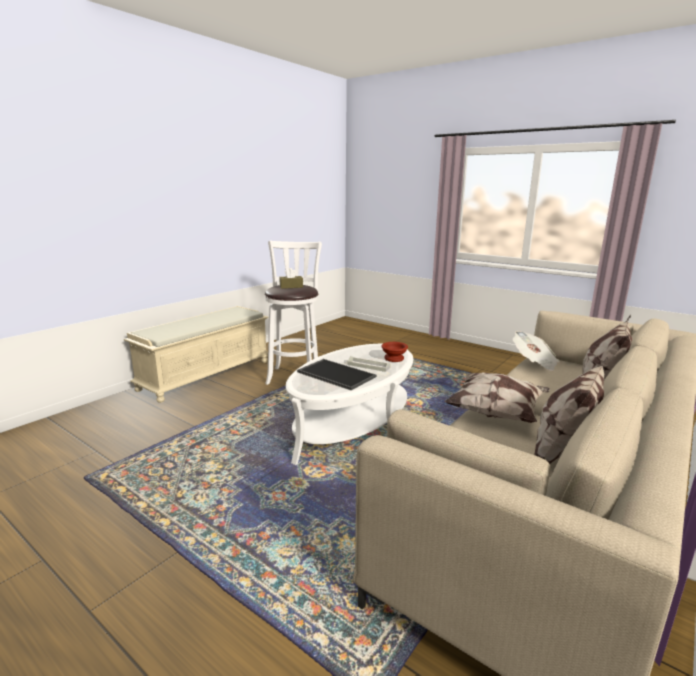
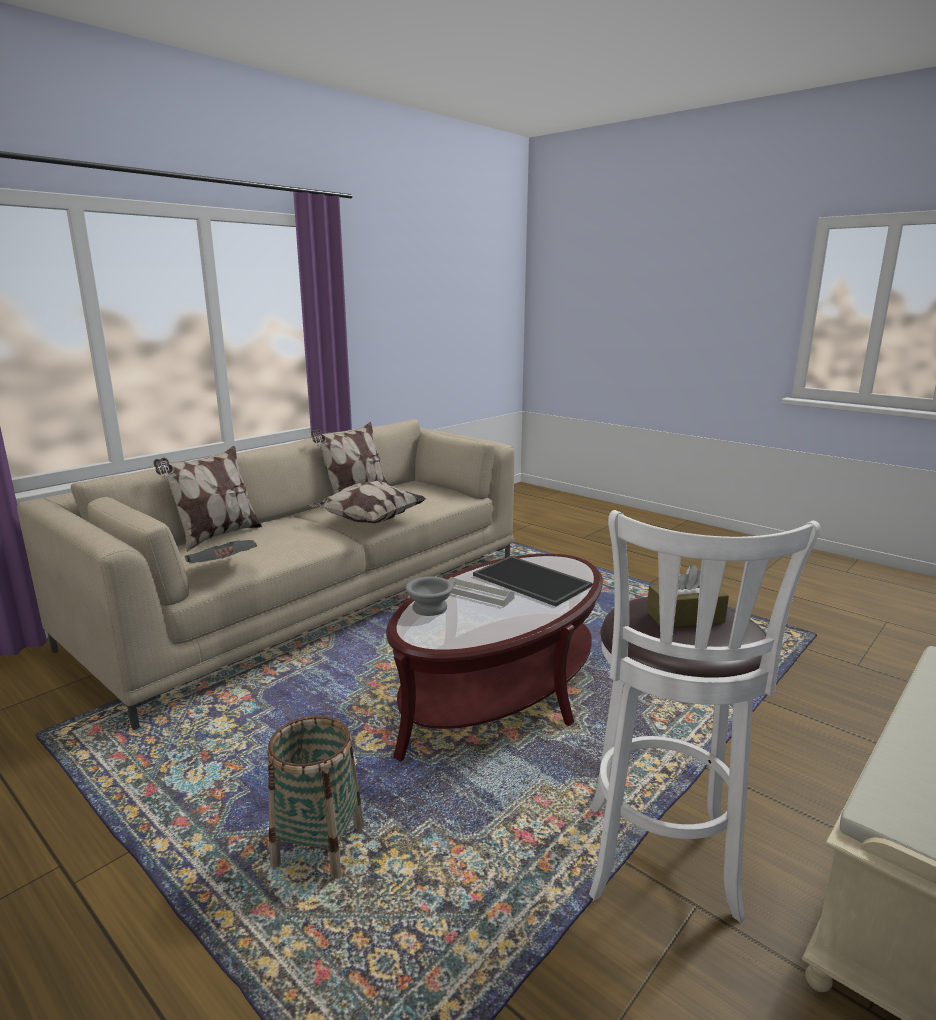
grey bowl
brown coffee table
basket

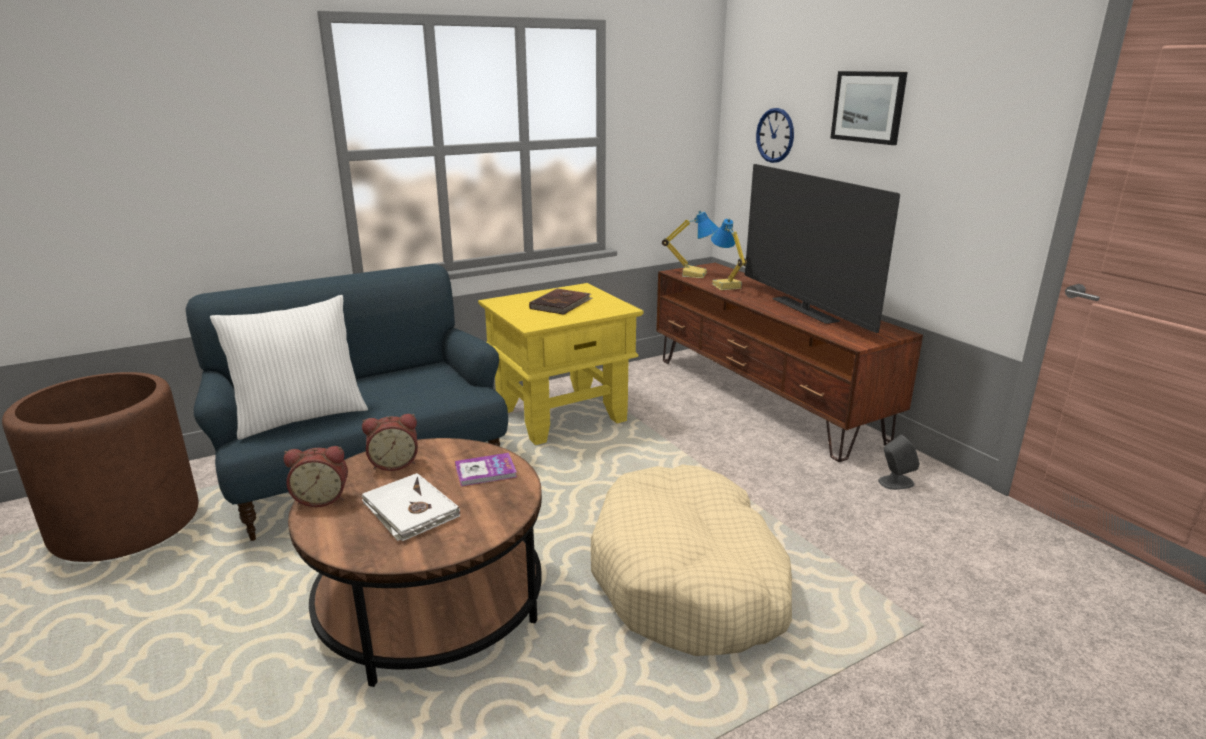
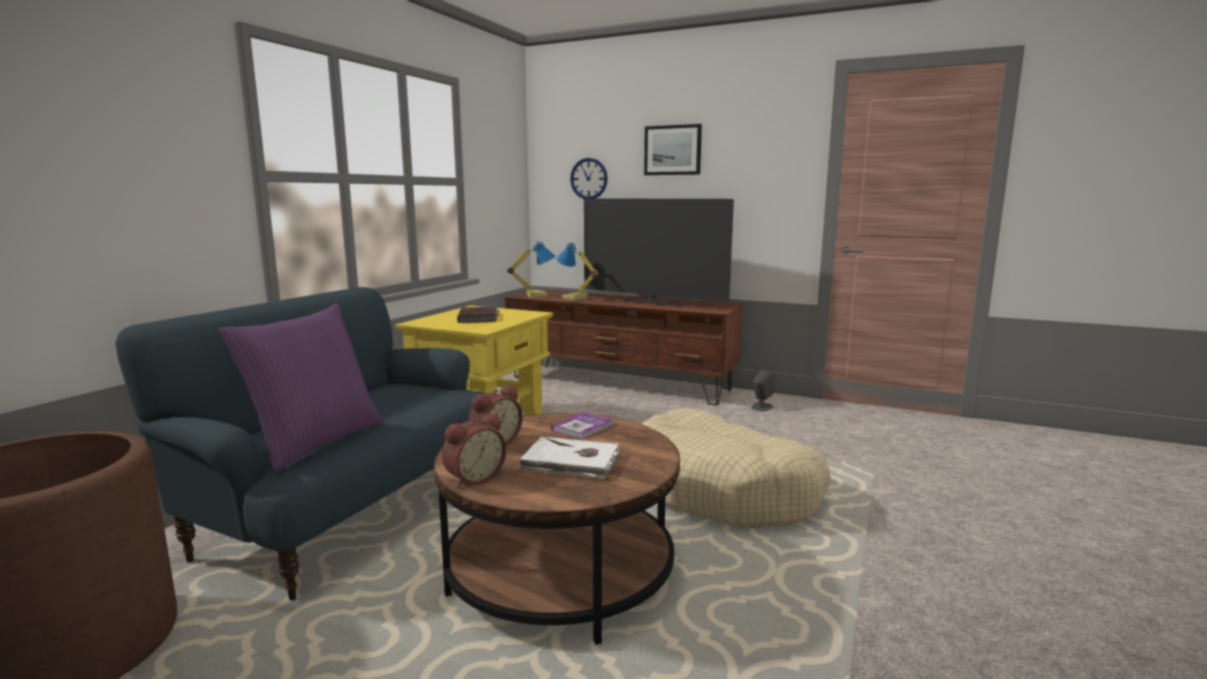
purple pillow

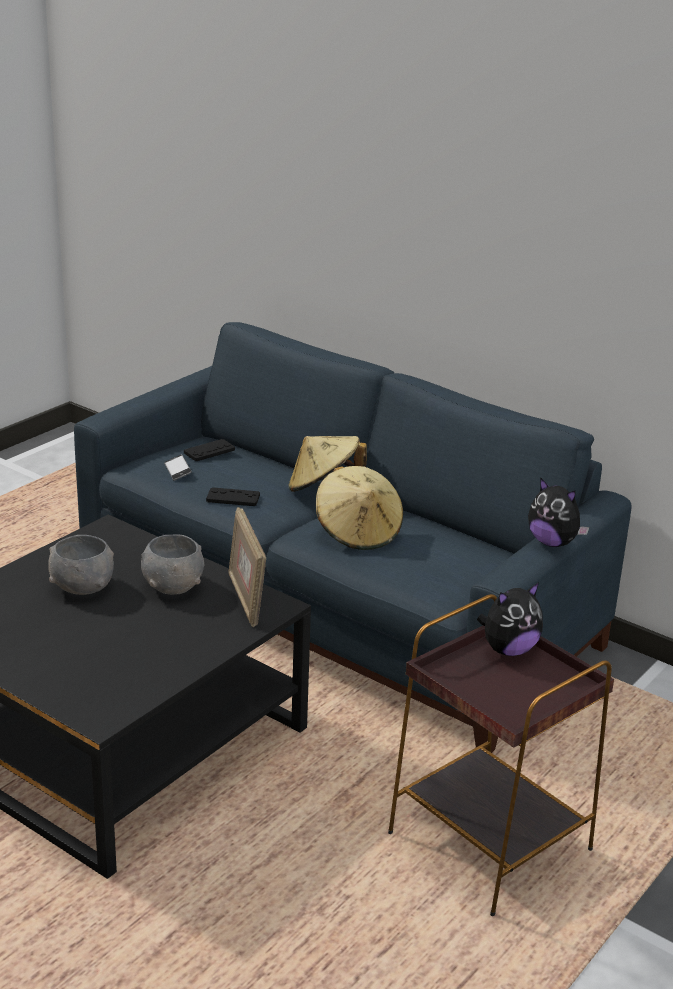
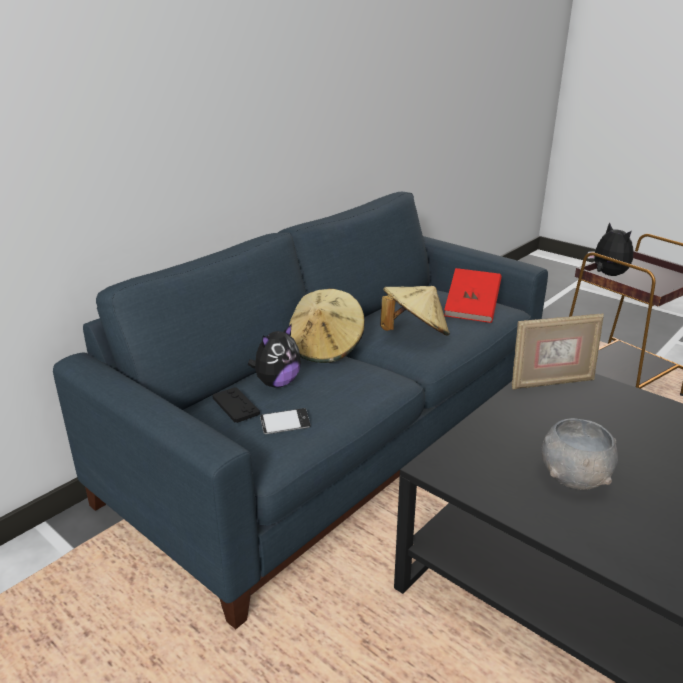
plush toy (no. 1 from left)
black game controller (no. 2 from left in the first image)
grey bowl (no. 2 from left in the first image)
red book

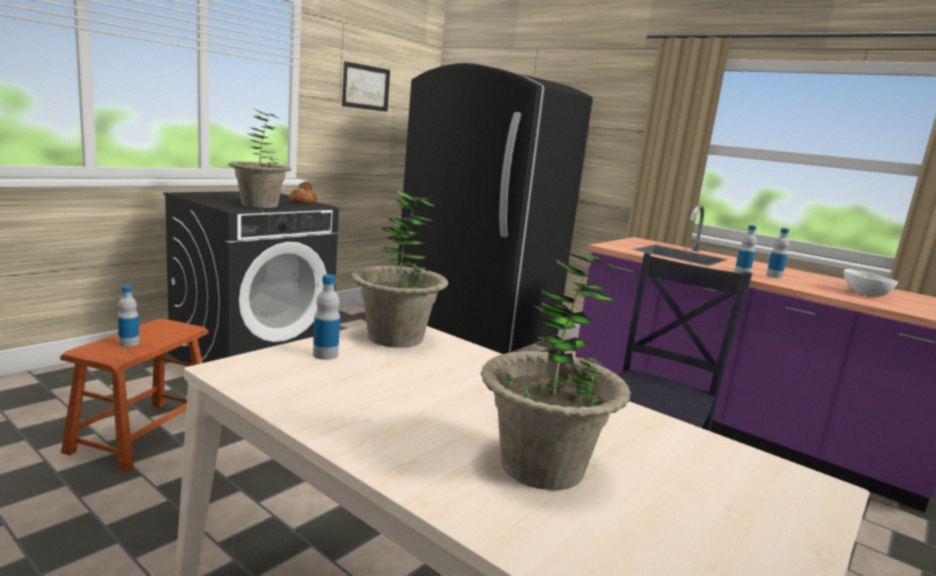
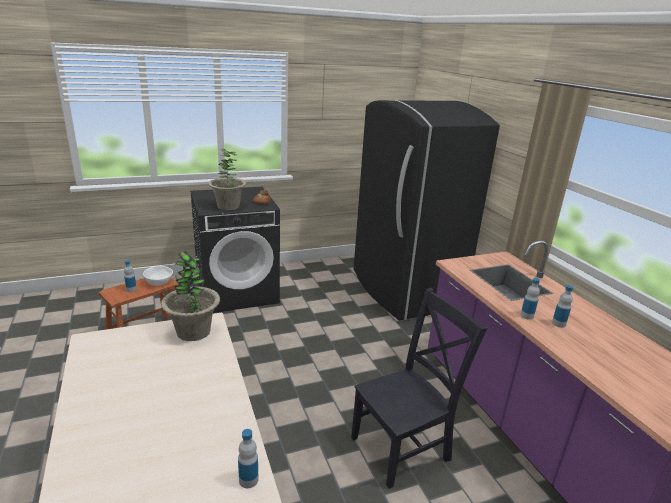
picture
potted plant (no. 3 from left in the first image)
white bowl
bottle (no. 2 from left)

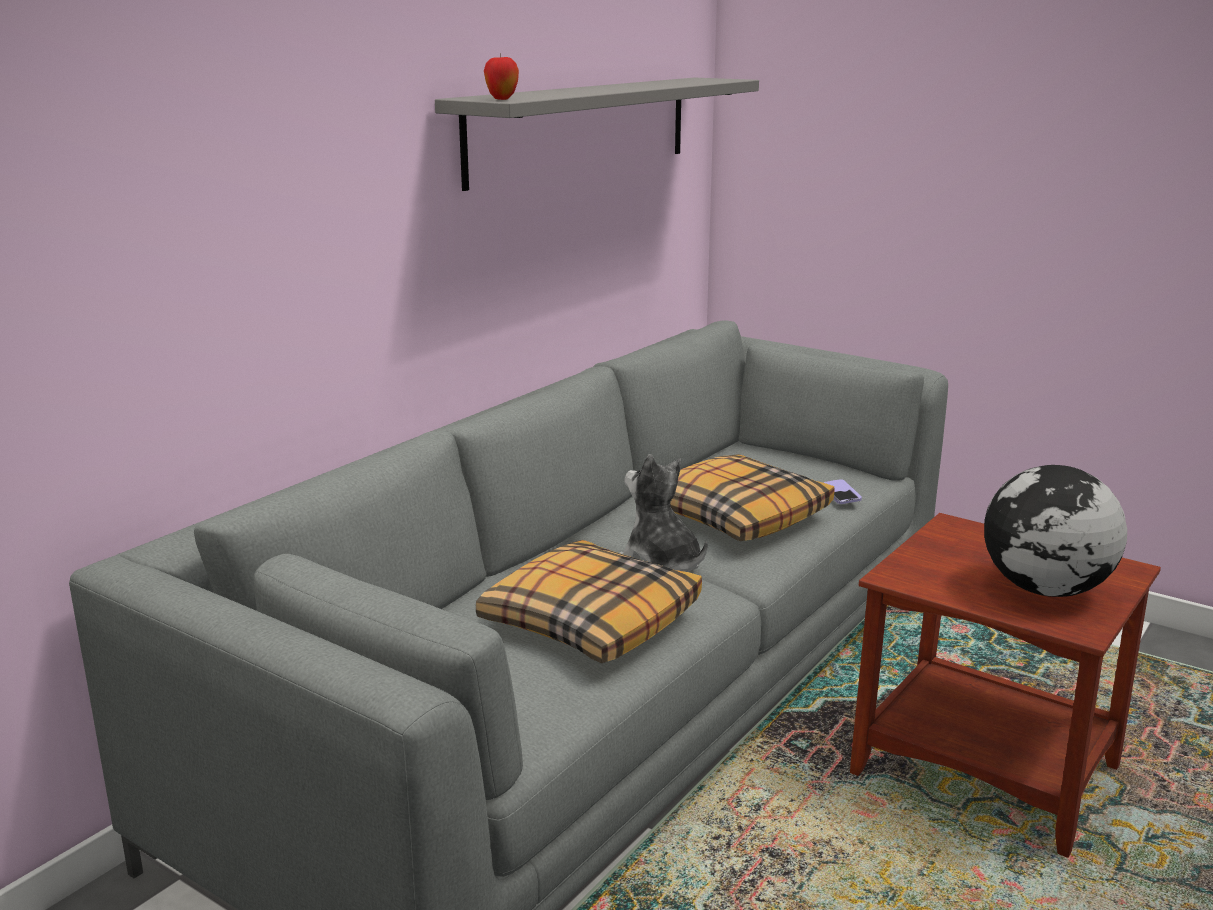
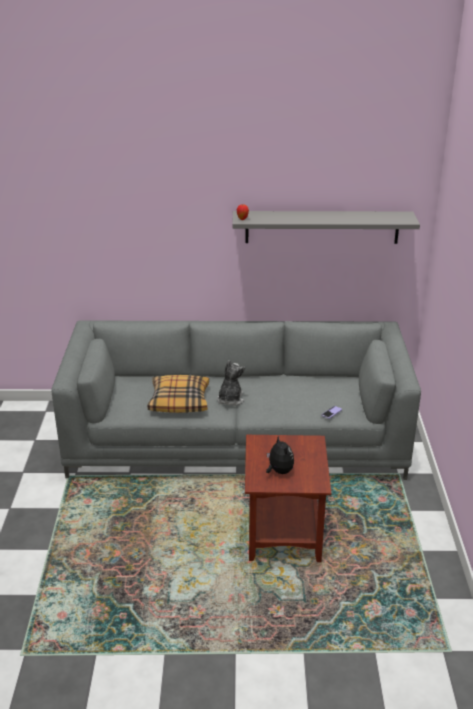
pillow (no. 2 from left in the first image)
plush toy (no. 2 from left)

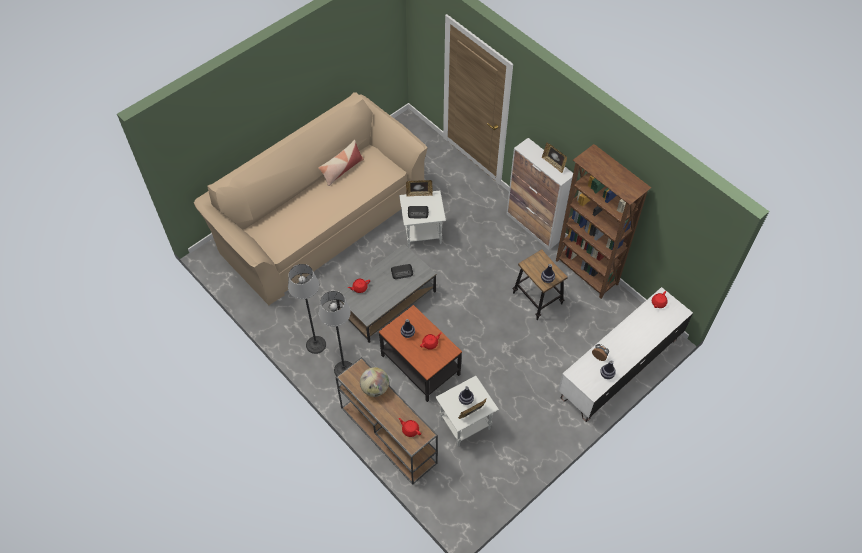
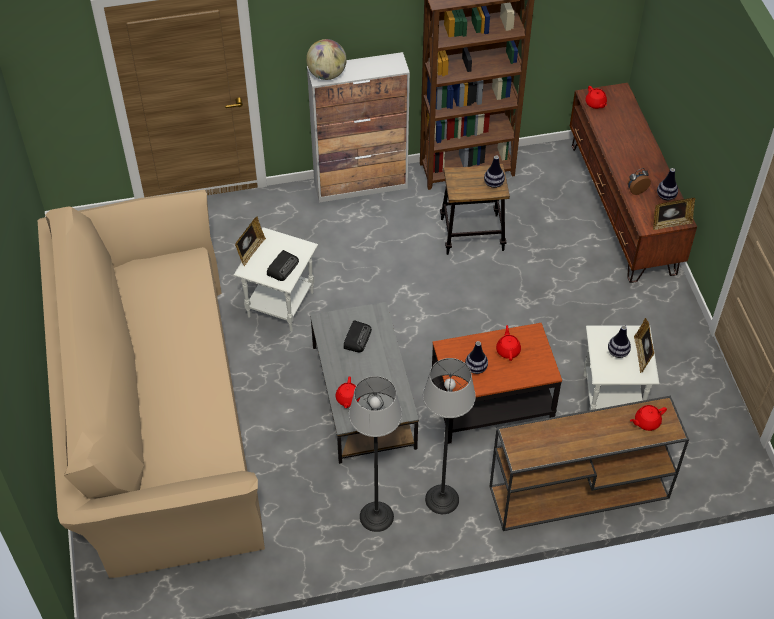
pillow
picture frame (no. 3 from left)
brown tv stand
globe

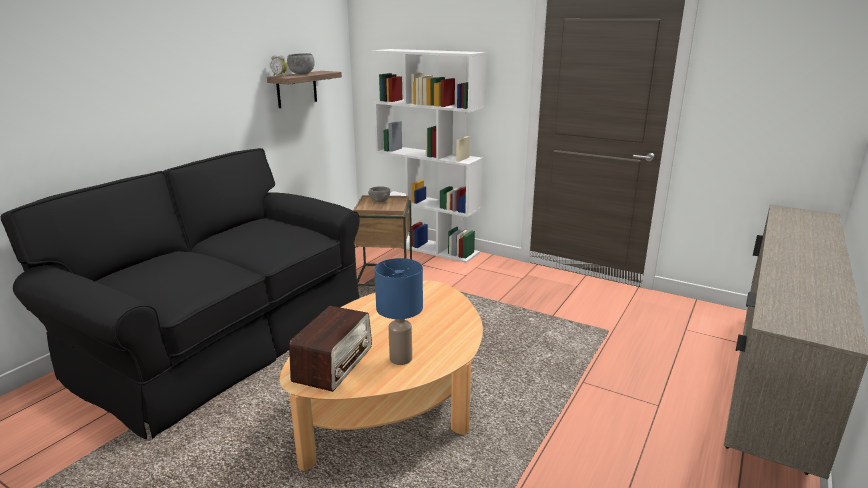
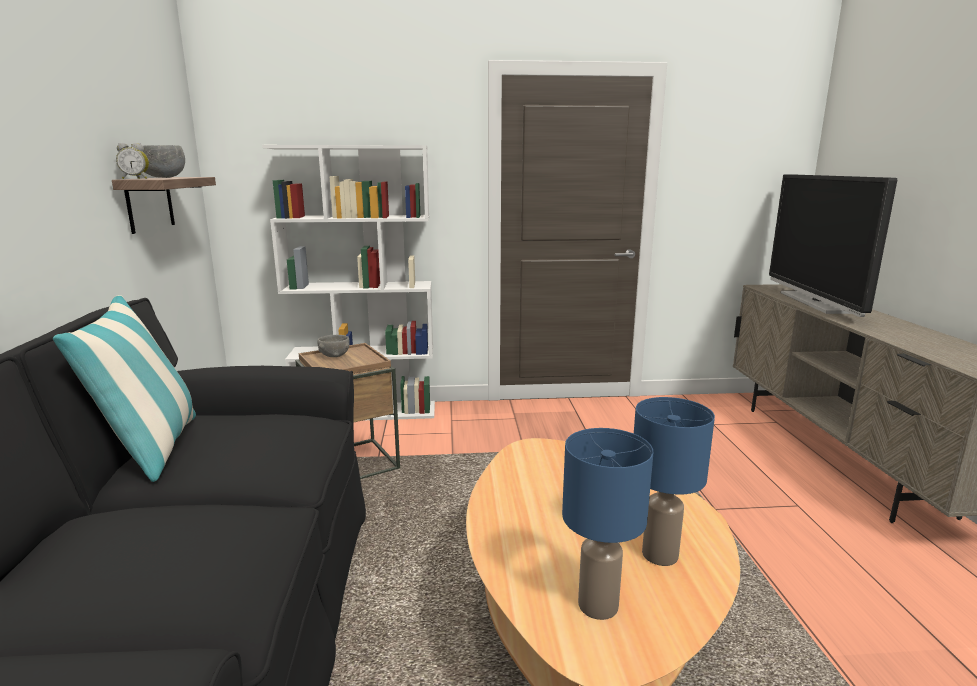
blue table lamp (no. 1 from left)
television
pillow

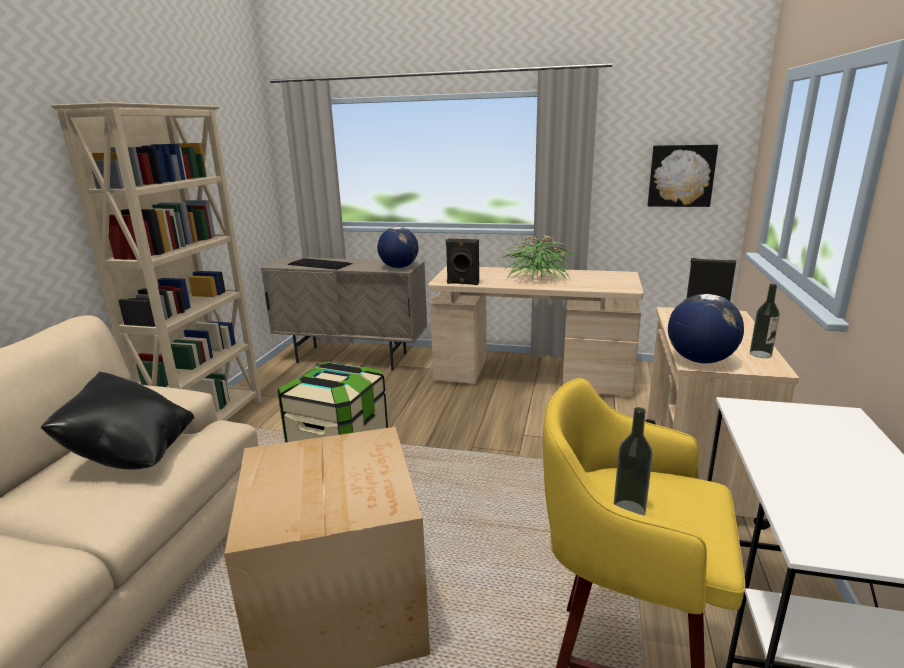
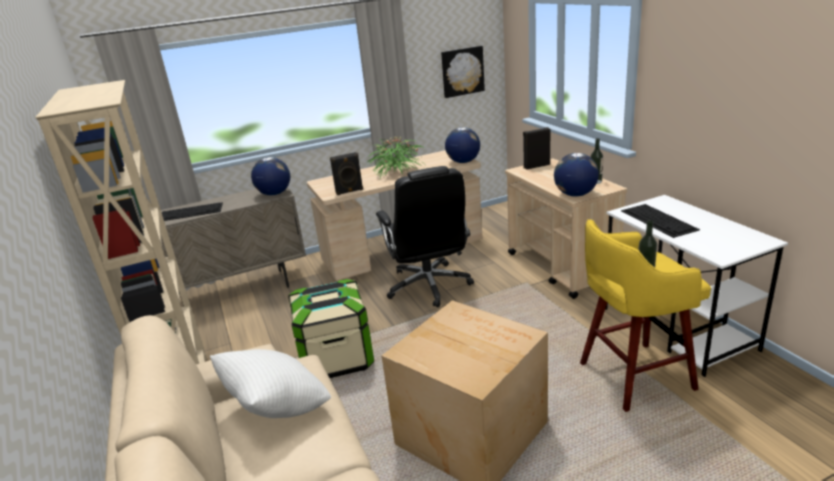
white pillow
globe (no. 2 from left)
black office chair
keyboard (no. 2 from left)

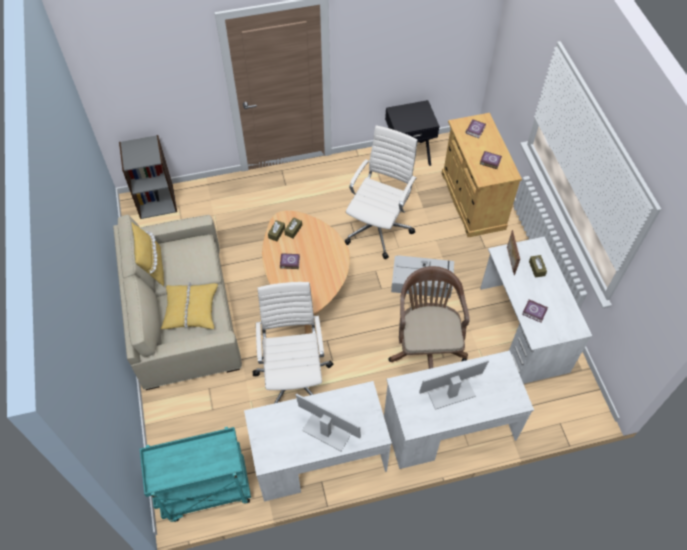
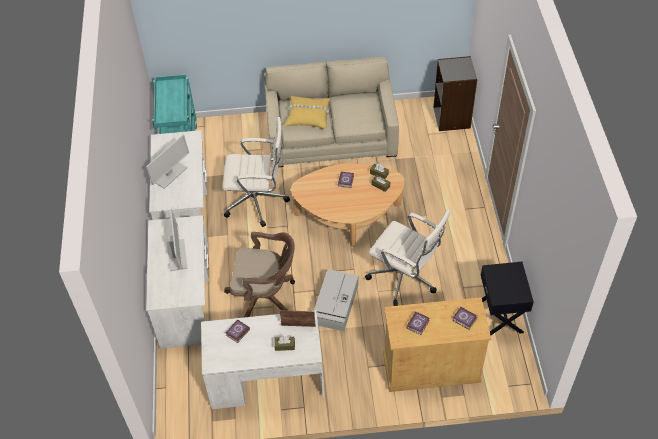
yellow pillow (no. 1 from left in the first image)

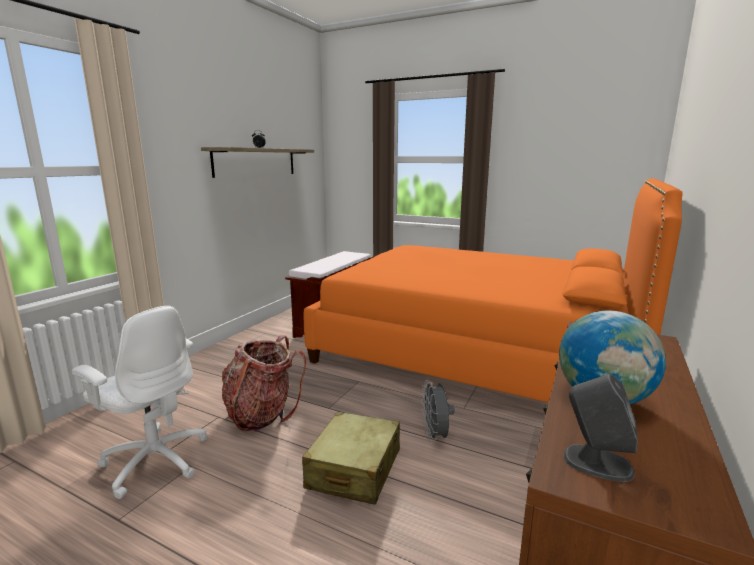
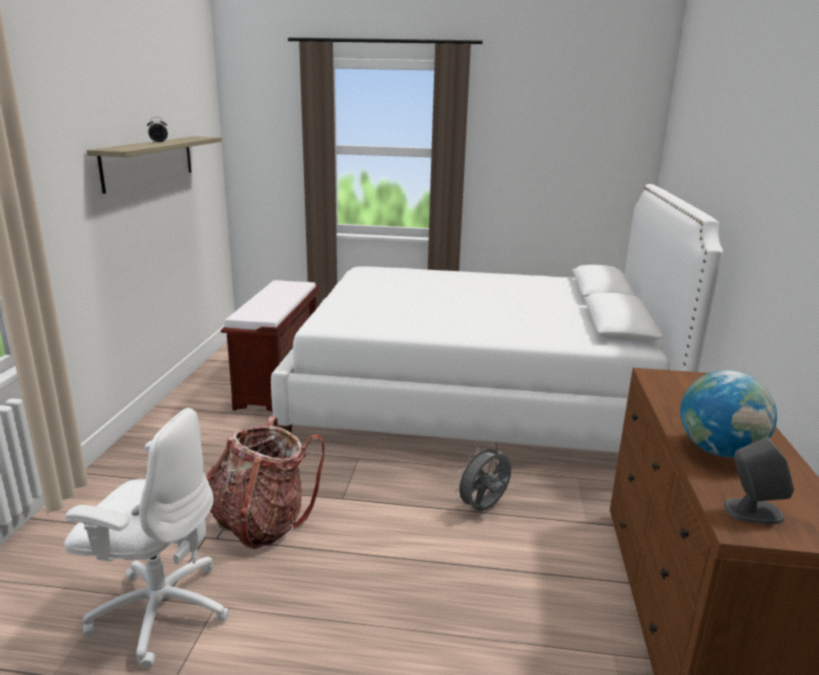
white bed
grey fan
beige suitcase

